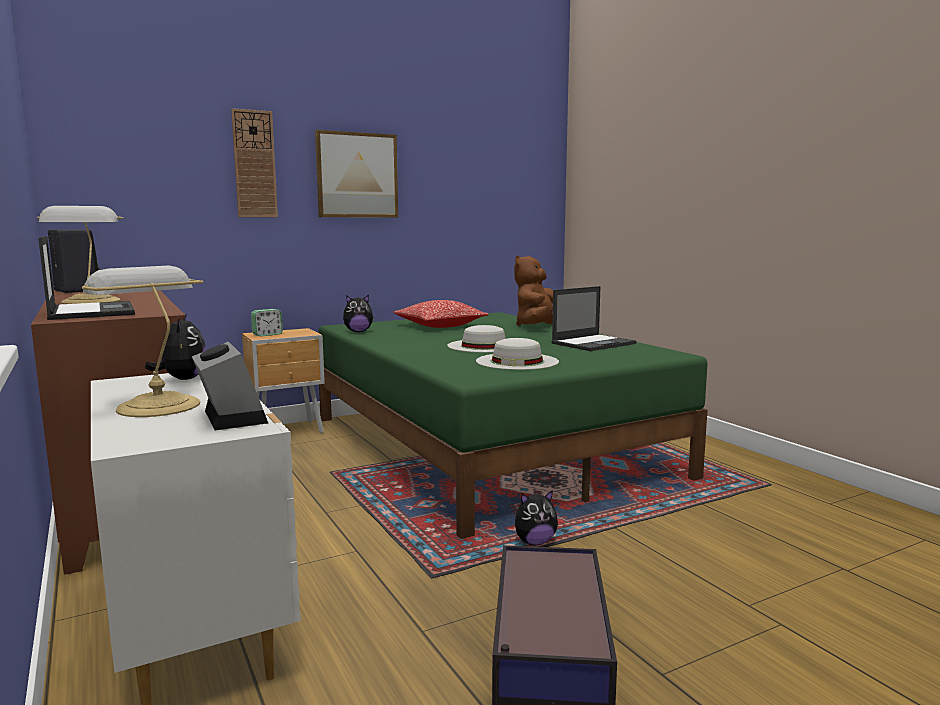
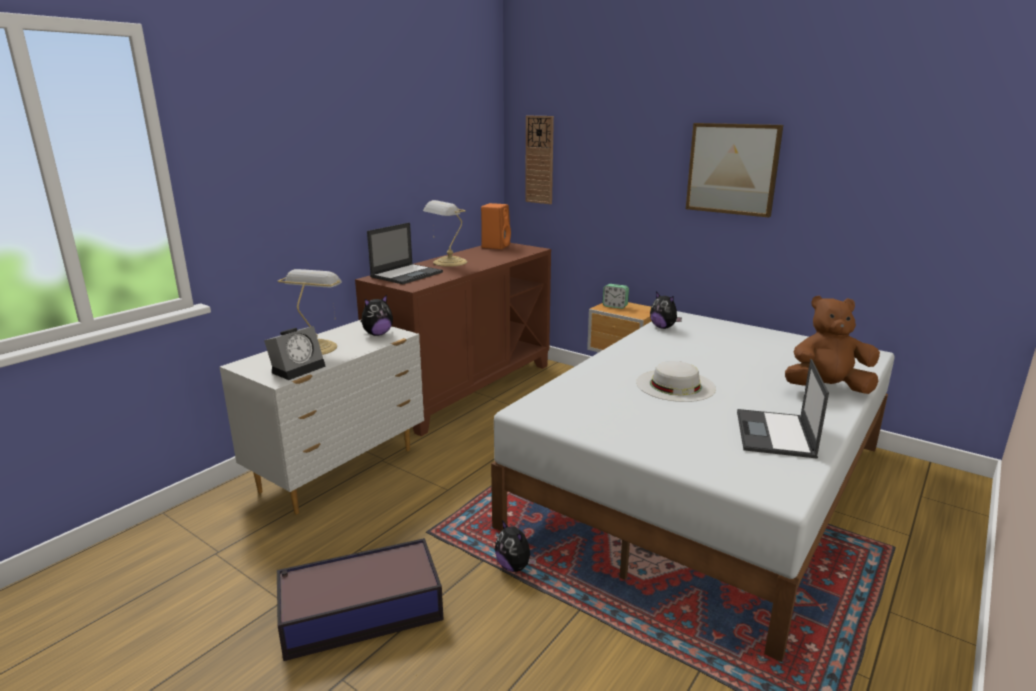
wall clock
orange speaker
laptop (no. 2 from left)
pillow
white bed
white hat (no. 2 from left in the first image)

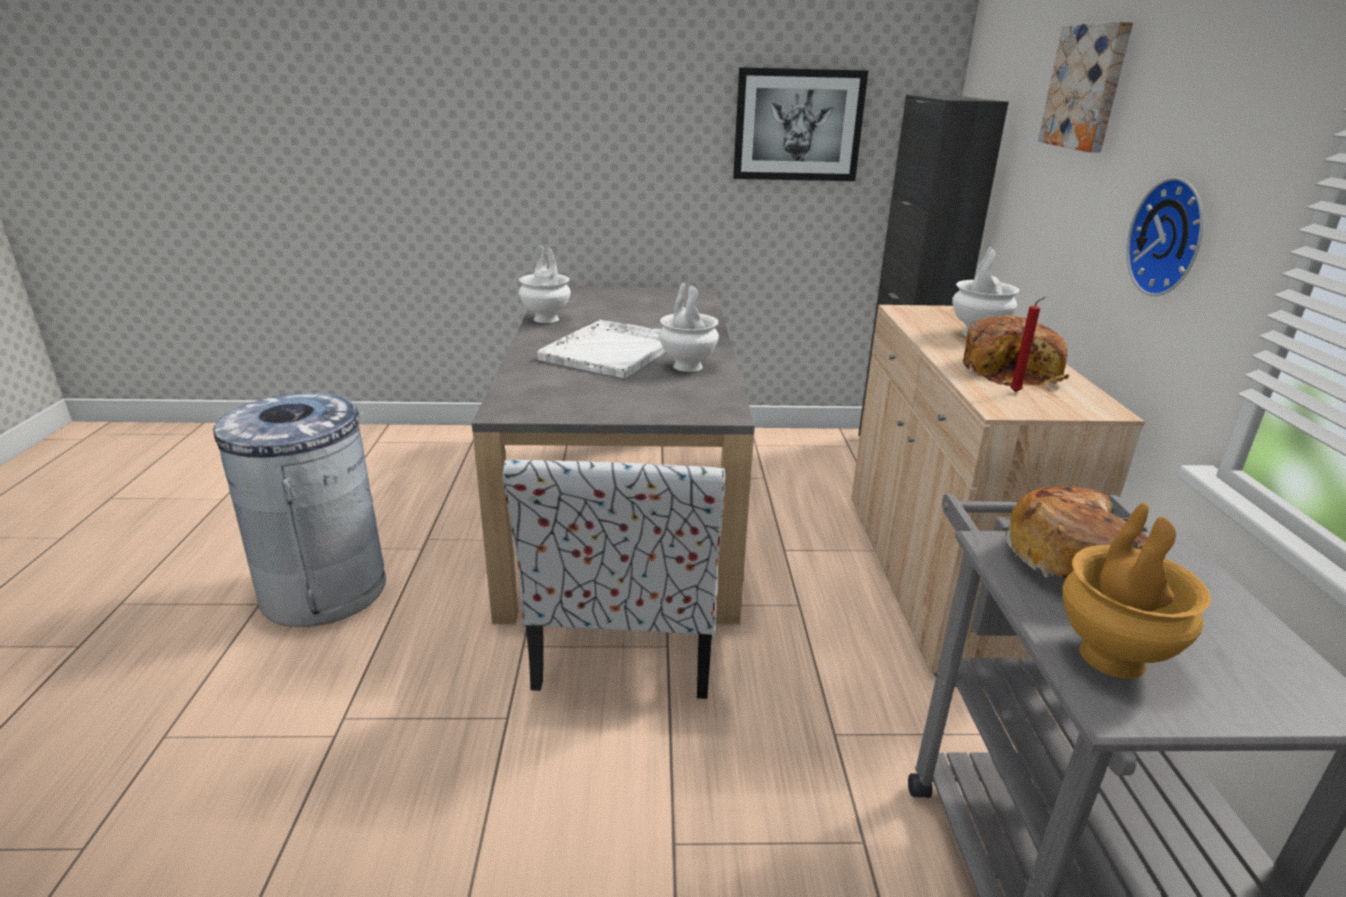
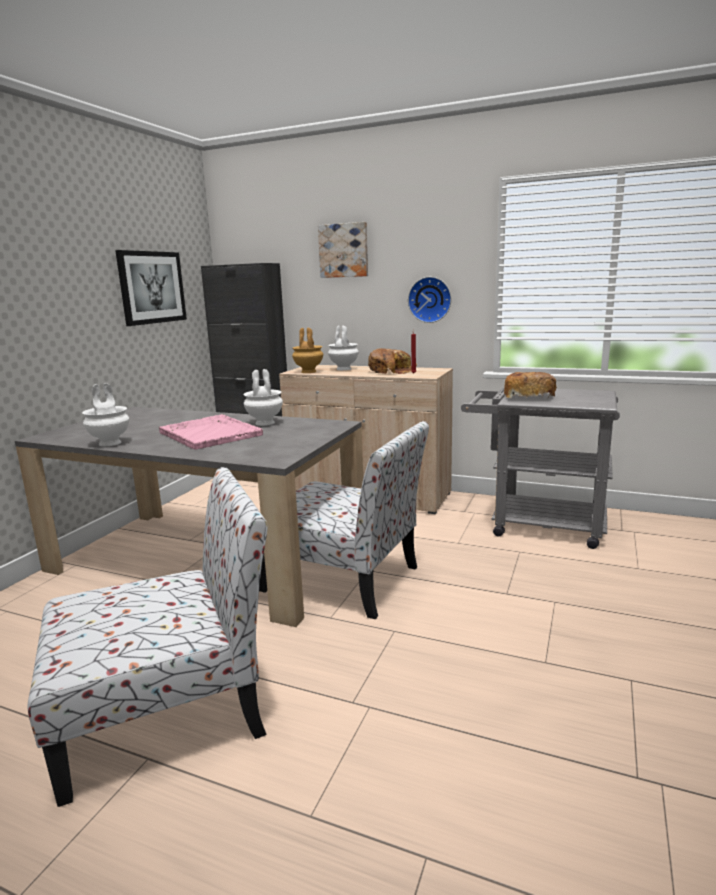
pink tray
chair (no. 1 from left)
brown vase

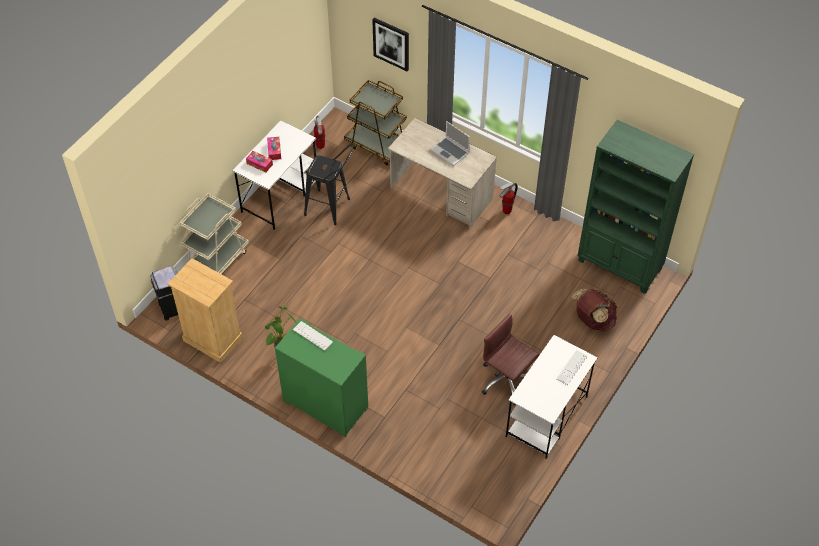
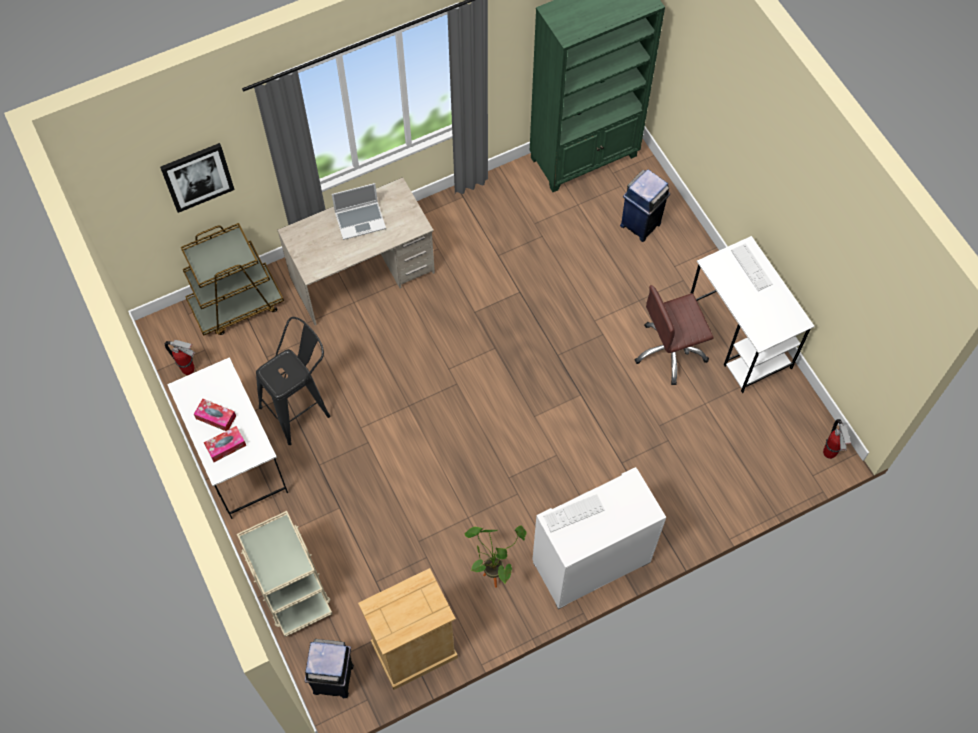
fire extinguisher (no. 2 from left)
blue trash can
white cabinet

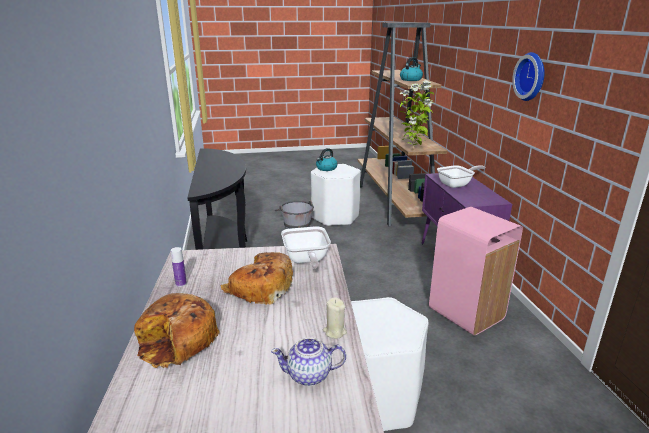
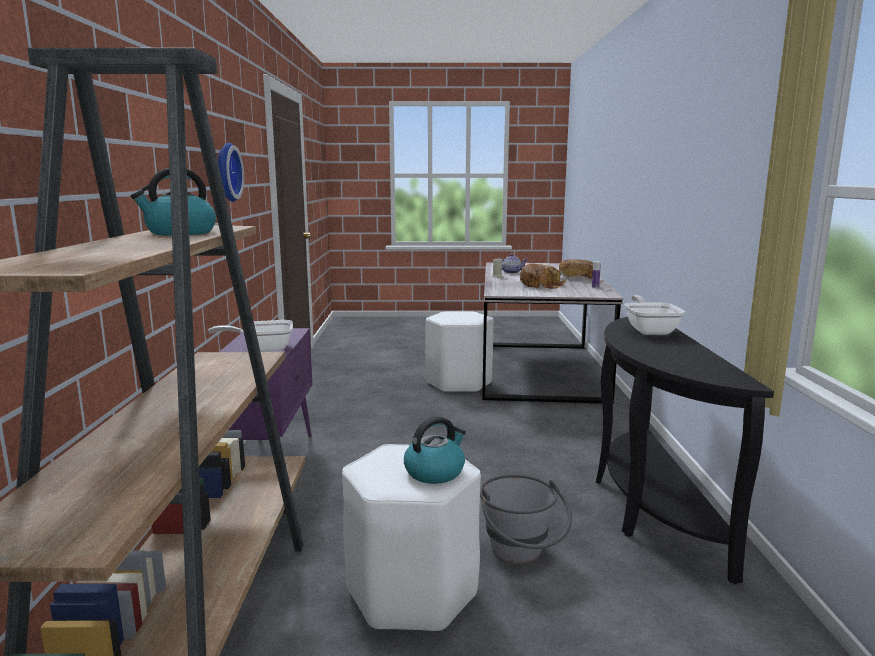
potted plant
pink trash can
frying pan (no. 2 from left)

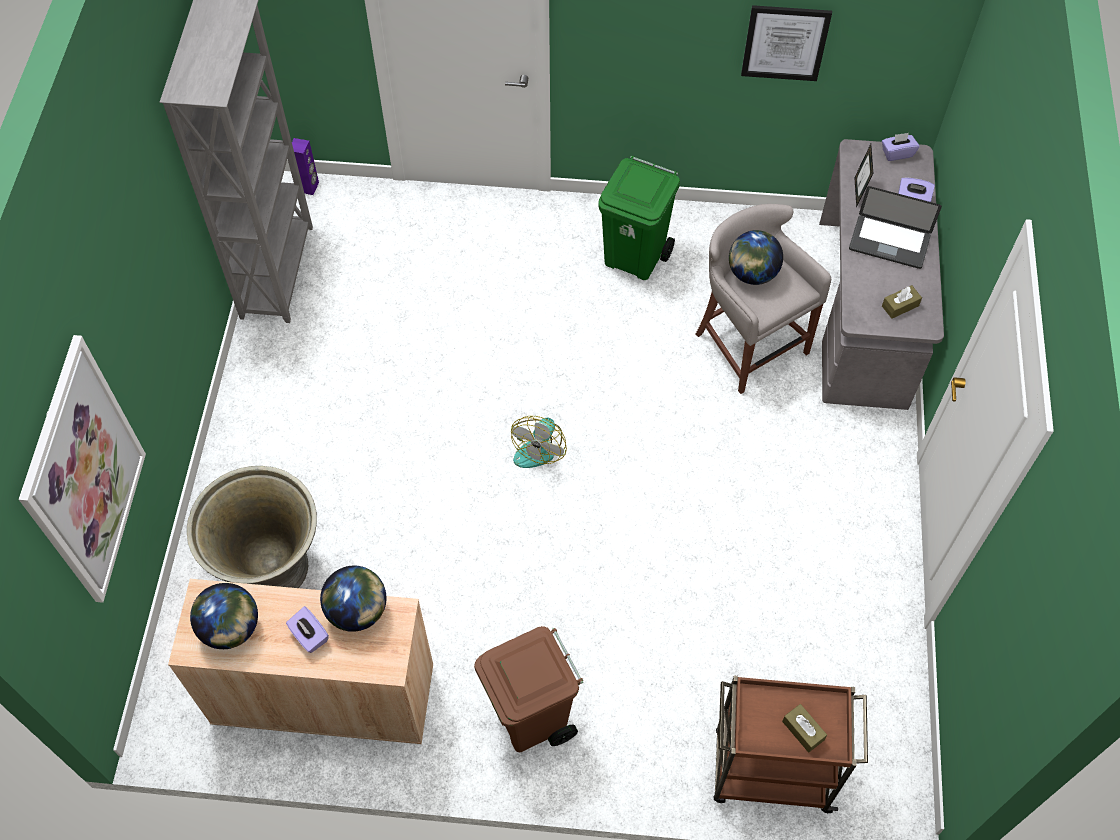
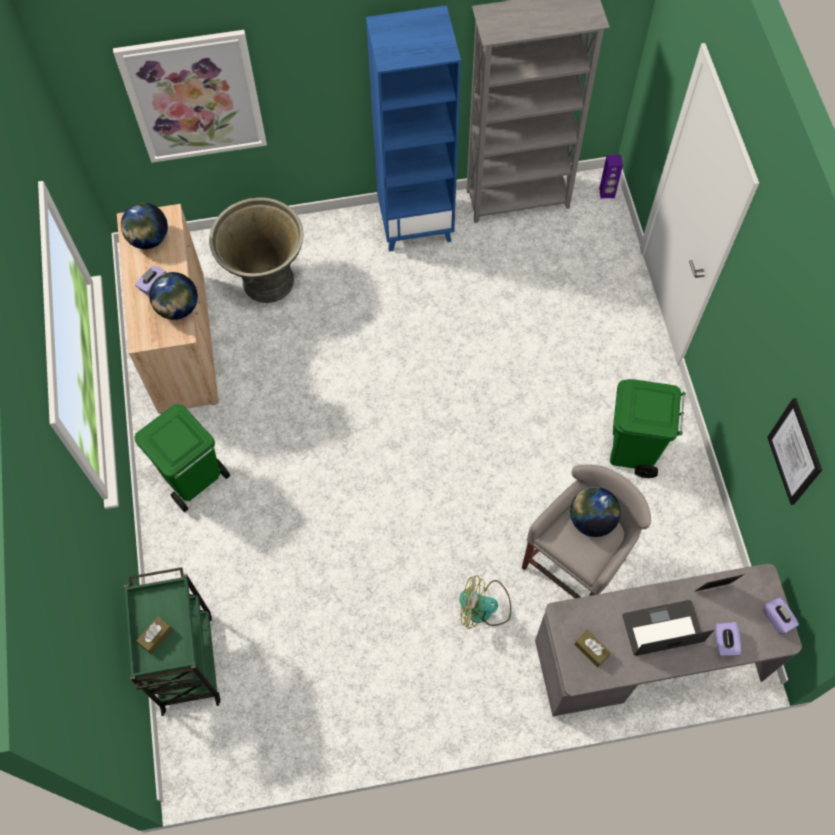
laptop
fan
green trash can (no. 1 from left)
green cart
blue bookcase

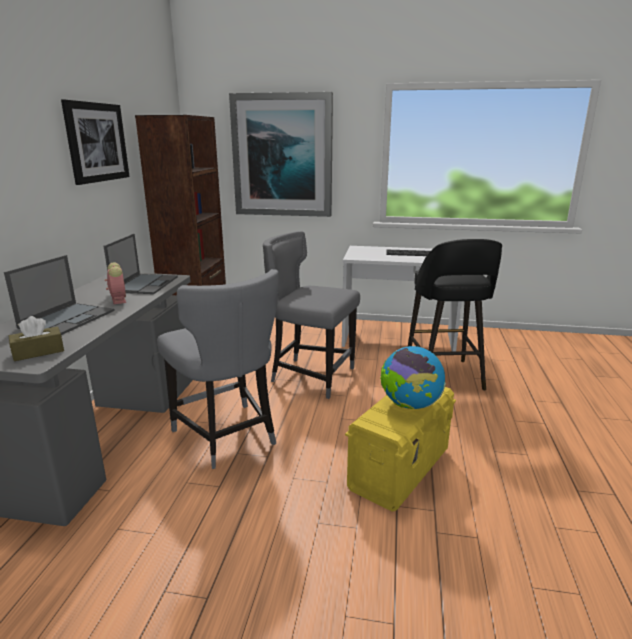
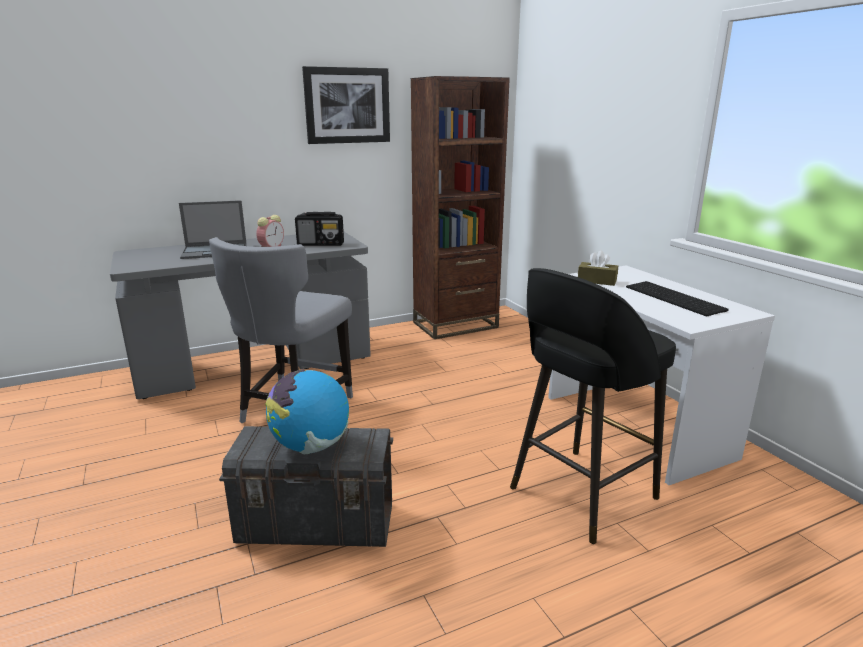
picture (no. 2 from left in the first image)
grey chair (no. 2 from left in the first image)
radio
brown tissue box
grey storage box

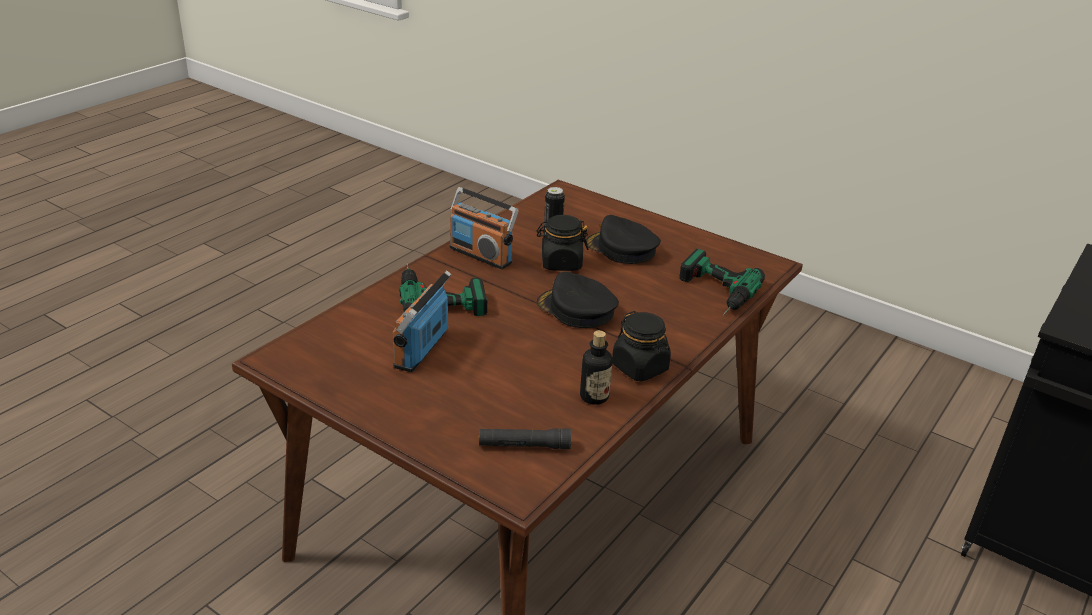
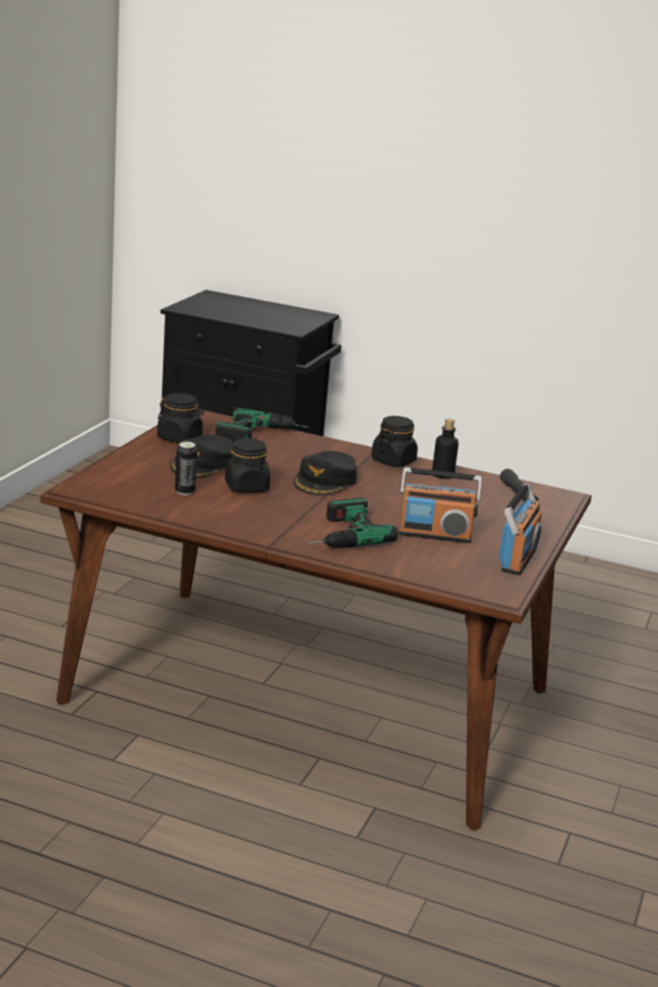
radio (no. 2 from left)
black jar (no. 1 from left)

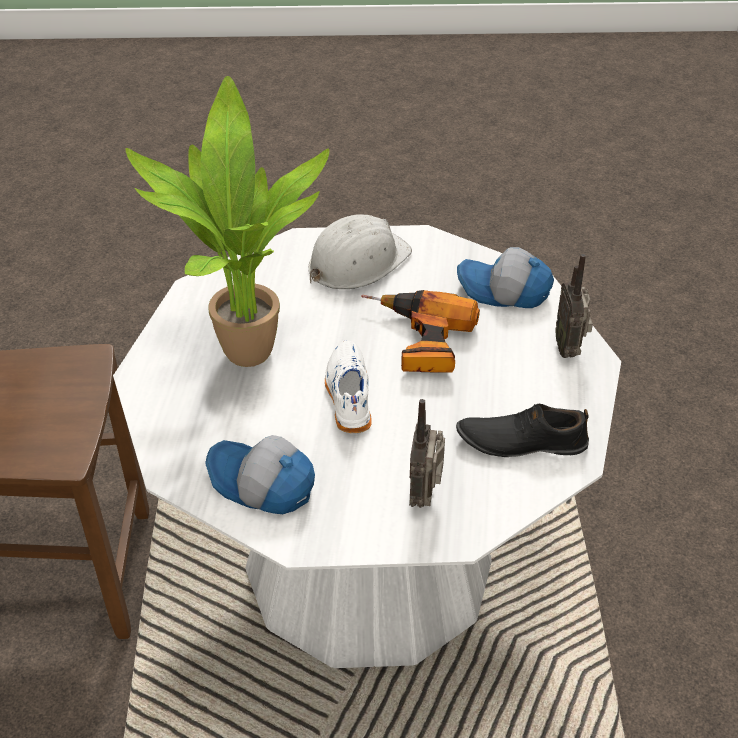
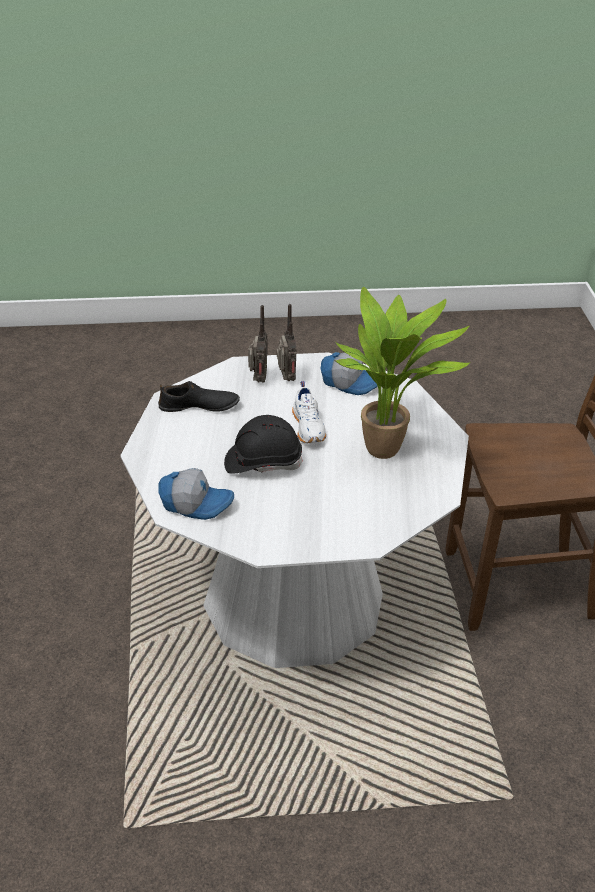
white hard hat
radio (no. 2 from left)
black hard hat

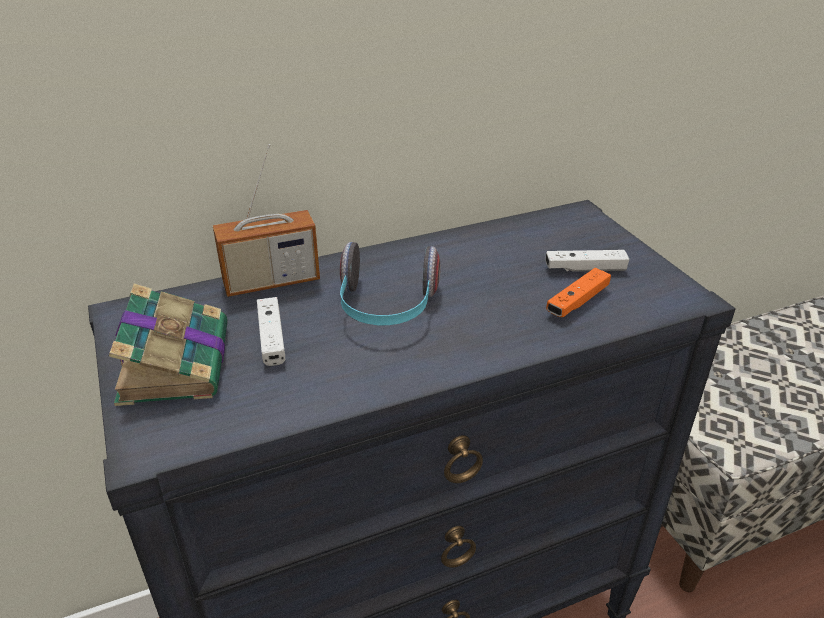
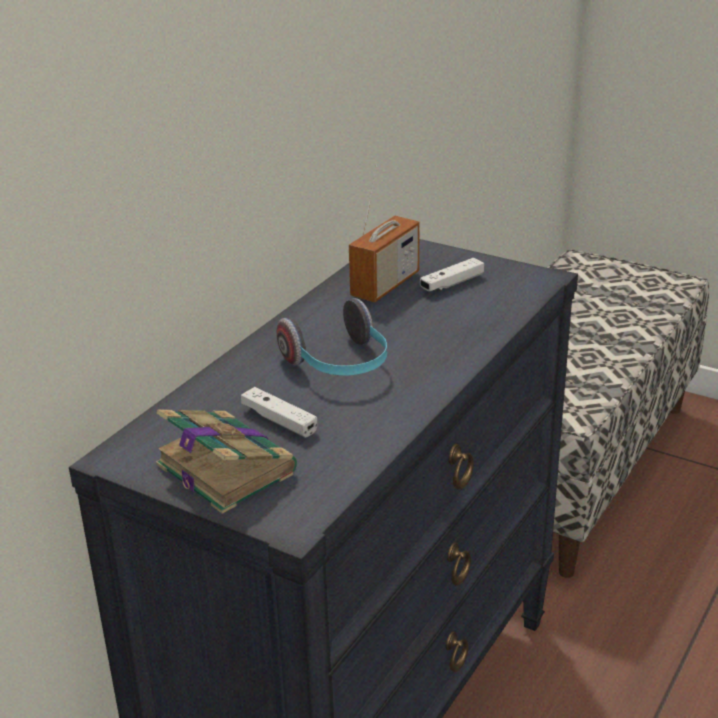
radio
orange game controller

